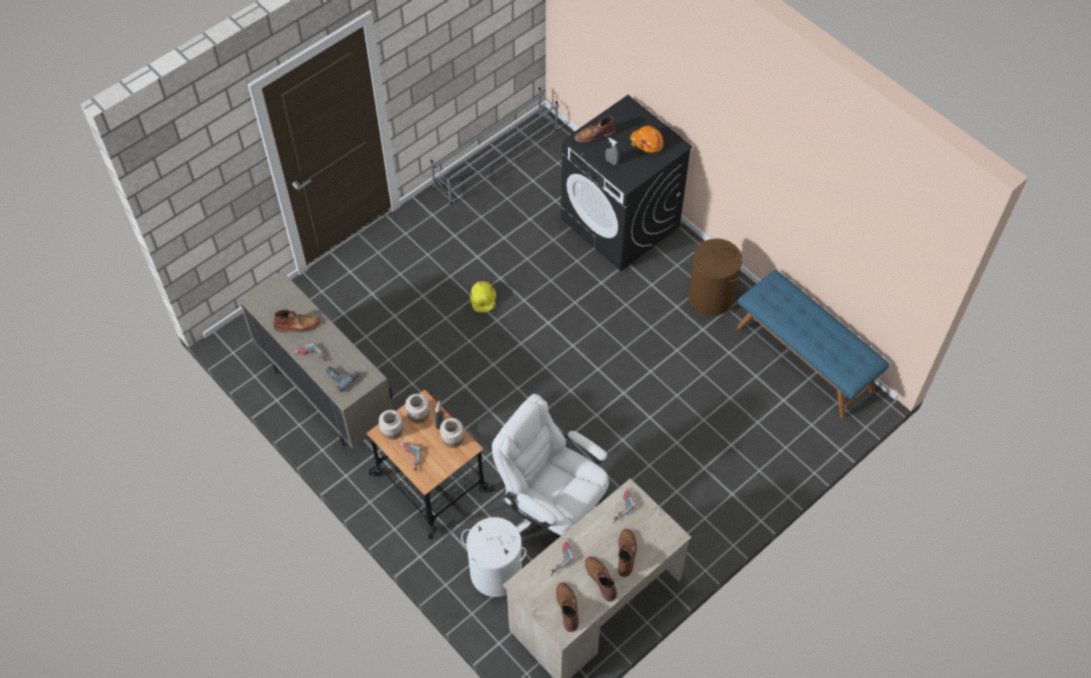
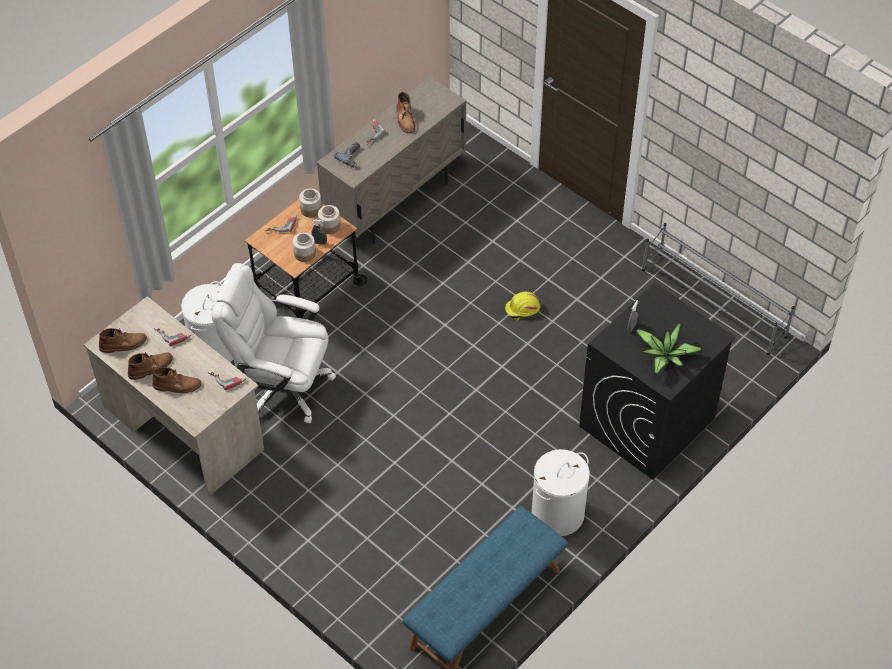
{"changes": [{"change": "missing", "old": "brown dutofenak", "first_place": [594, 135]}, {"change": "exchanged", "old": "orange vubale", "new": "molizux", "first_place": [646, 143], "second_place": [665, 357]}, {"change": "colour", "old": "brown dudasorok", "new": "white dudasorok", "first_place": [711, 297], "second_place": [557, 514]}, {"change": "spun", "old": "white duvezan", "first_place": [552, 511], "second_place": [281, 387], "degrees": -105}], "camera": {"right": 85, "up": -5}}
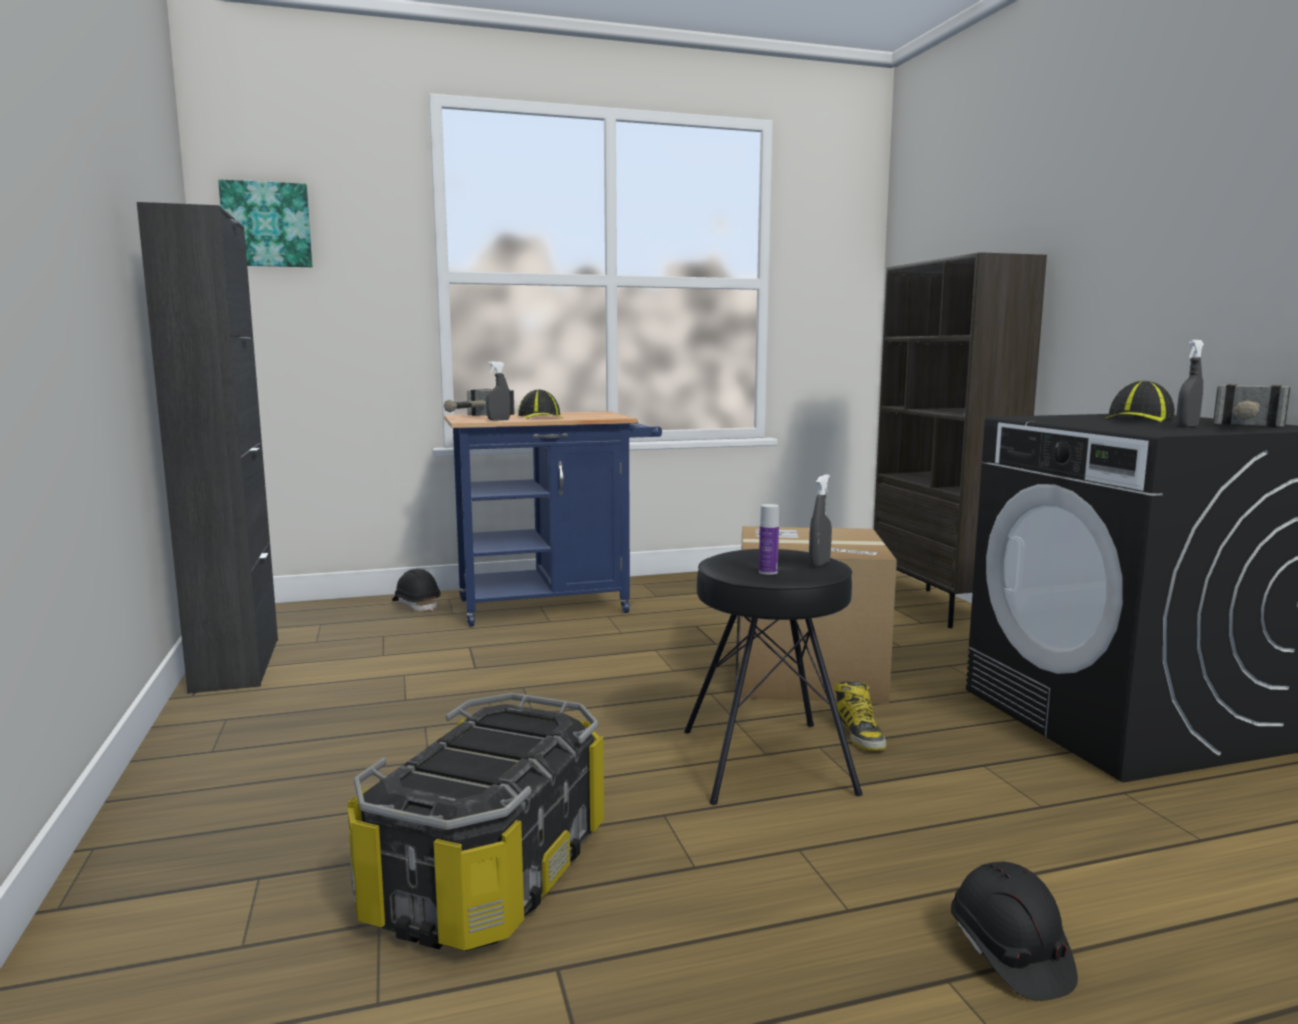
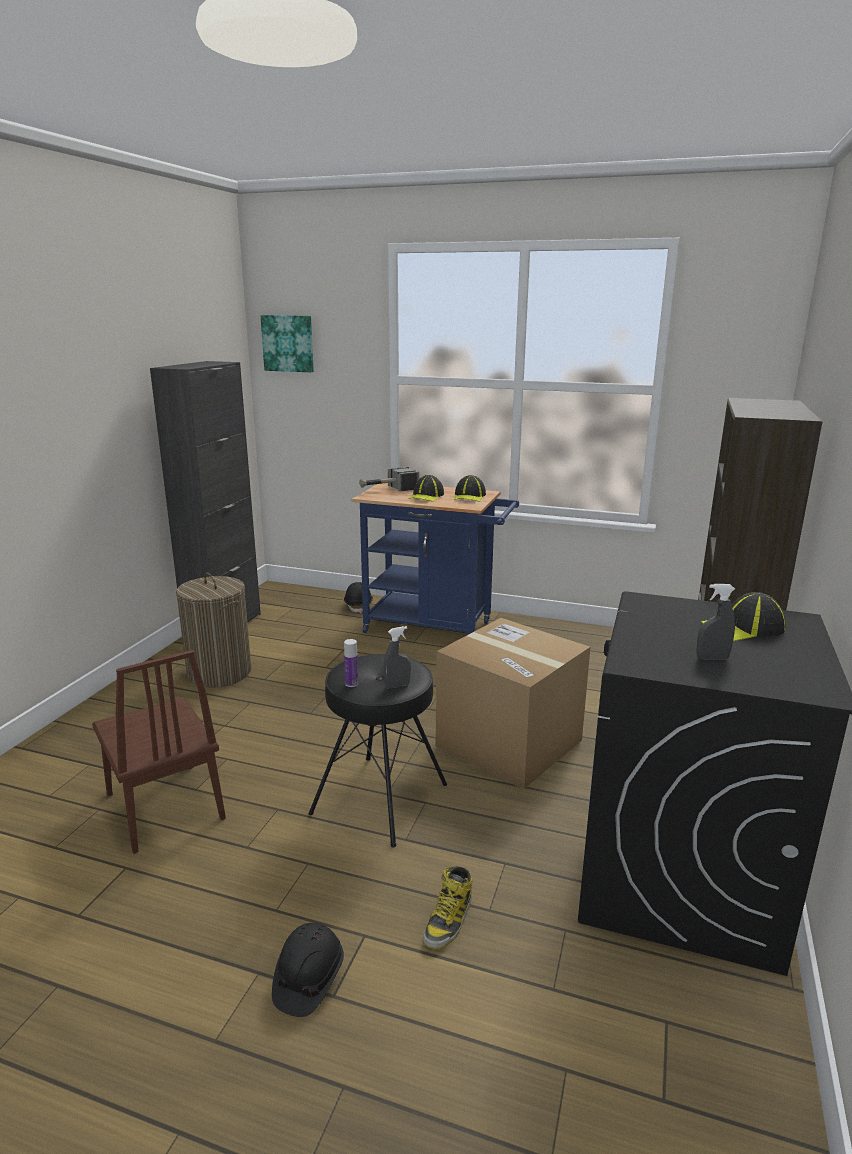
{"changes": [{"change": "missing", "old": "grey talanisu", "first_place": [498, 420]}, {"change": "missing", "old": "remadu", "first_place": [1247, 427]}, {"change": "relocated", "old": "dutofenak", "first_place": [859, 734], "second_place": [448, 920]}, {"change": "exchanged", "old": "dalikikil", "new": "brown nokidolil", "first_place": [490, 874], "second_place": [164, 805]}, {"change": "appeared", "new": "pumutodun", "second_place": [469, 496]}, {"change": "appeared", "new": "dudasorok", "second_place": [219, 672]}], "camera": {"right": 35, "up": 10}}
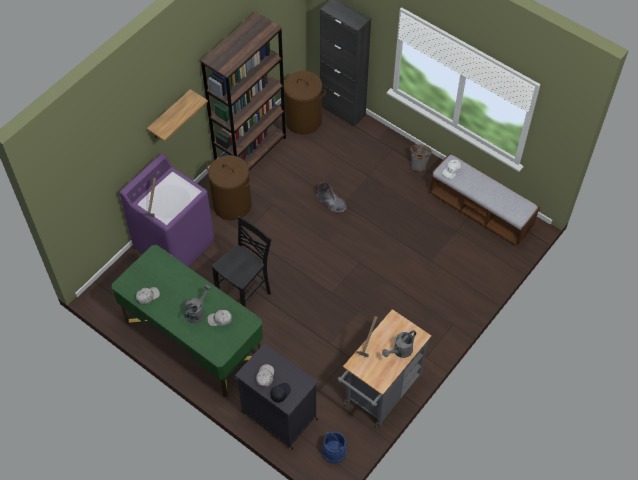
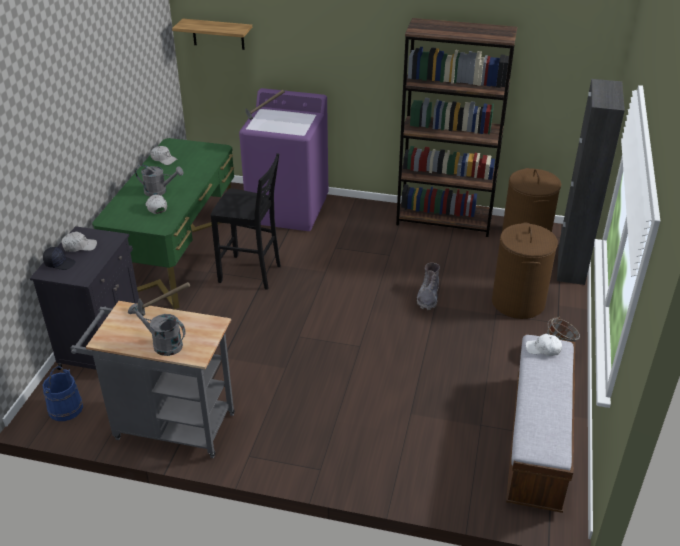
{"changes": [{"change": "relocated", "old": "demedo", "first_place": [170, 115], "second_place": [218, 34]}, {"change": "relocated", "old": "brown dudasorok", "first_place": [232, 204], "second_place": [518, 302]}], "camera": {"right": 65, "up": -20}}
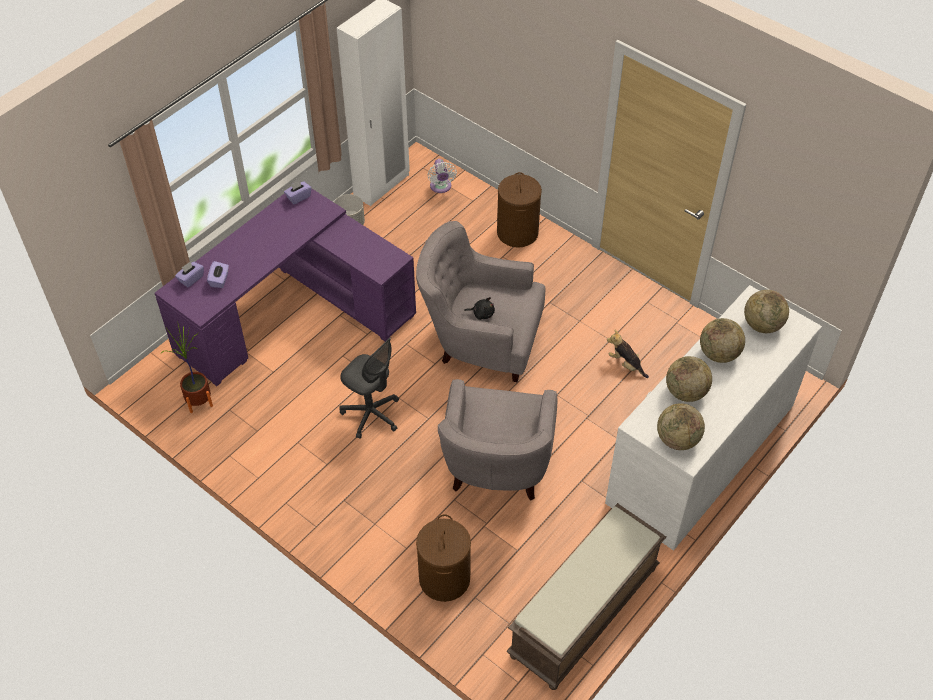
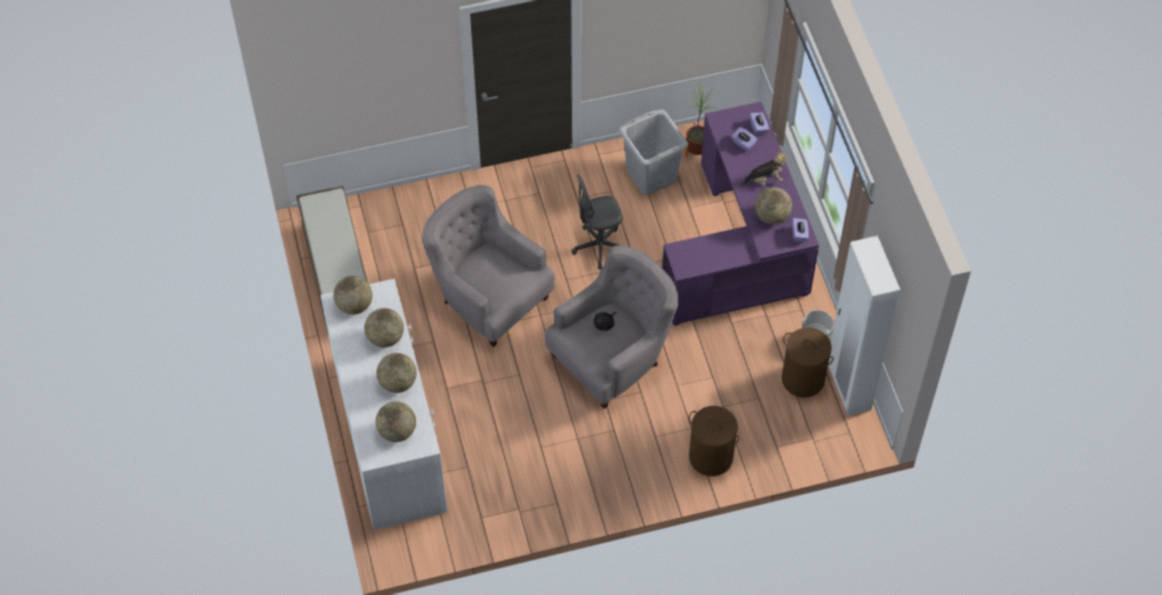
{"changes": [{"change": "missing", "old": "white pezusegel", "first_place": [441, 187]}, {"change": "relocated", "old": "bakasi", "first_place": [626, 364], "second_place": [765, 180]}, {"change": "relocated", "old": "brown dudasorok", "first_place": [444, 579], "second_place": [802, 379]}, {"change": "appeared", "new": "grey dudasorok", "second_place": [651, 175]}, {"change": "appeared", "new": "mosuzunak", "second_place": [771, 216]}], "camera": {"right": 125, "up": 5}}
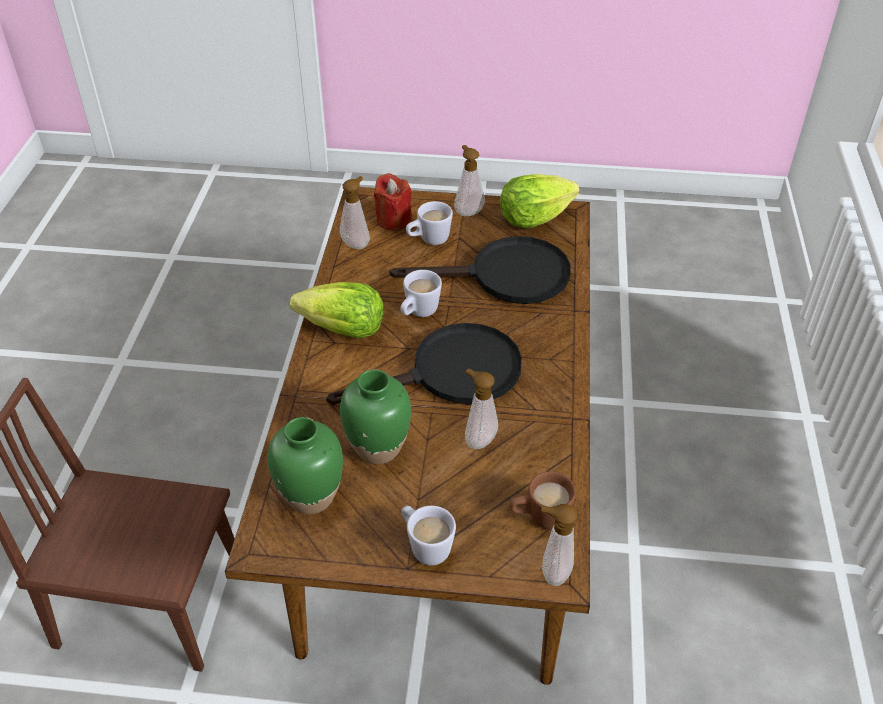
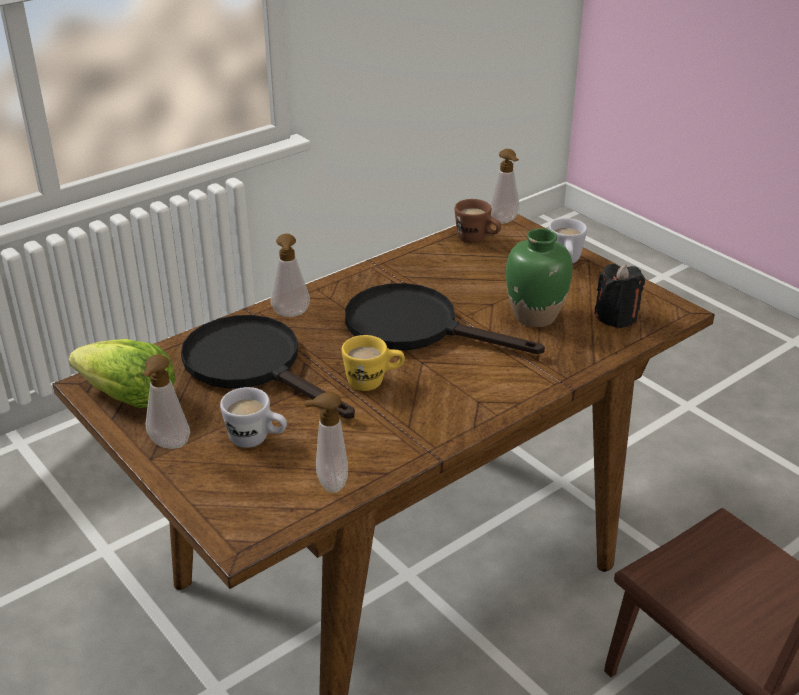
{"changes": [{"change": "missing", "old": "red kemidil", "first_place": [393, 220]}, {"change": "colour", "old": "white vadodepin", "new": "yellow vadodepin", "first_place": [418, 313], "second_place": [373, 382]}, {"change": "missing", "old": "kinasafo", "first_place": [343, 330]}, {"change": "relocated", "old": "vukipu", "first_place": [478, 439], "second_place": [291, 315]}, {"change": "exchanged", "old": "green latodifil", "new": "black kemidil", "first_place": [310, 497], "second_place": [616, 317]}], "camera": {"right": -135, "up": -10}}
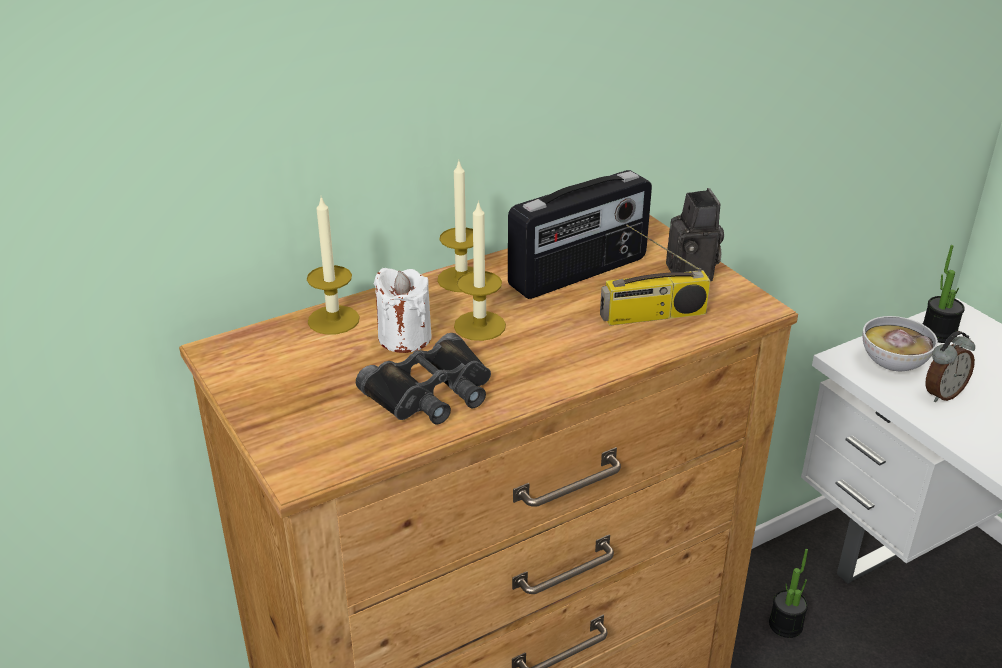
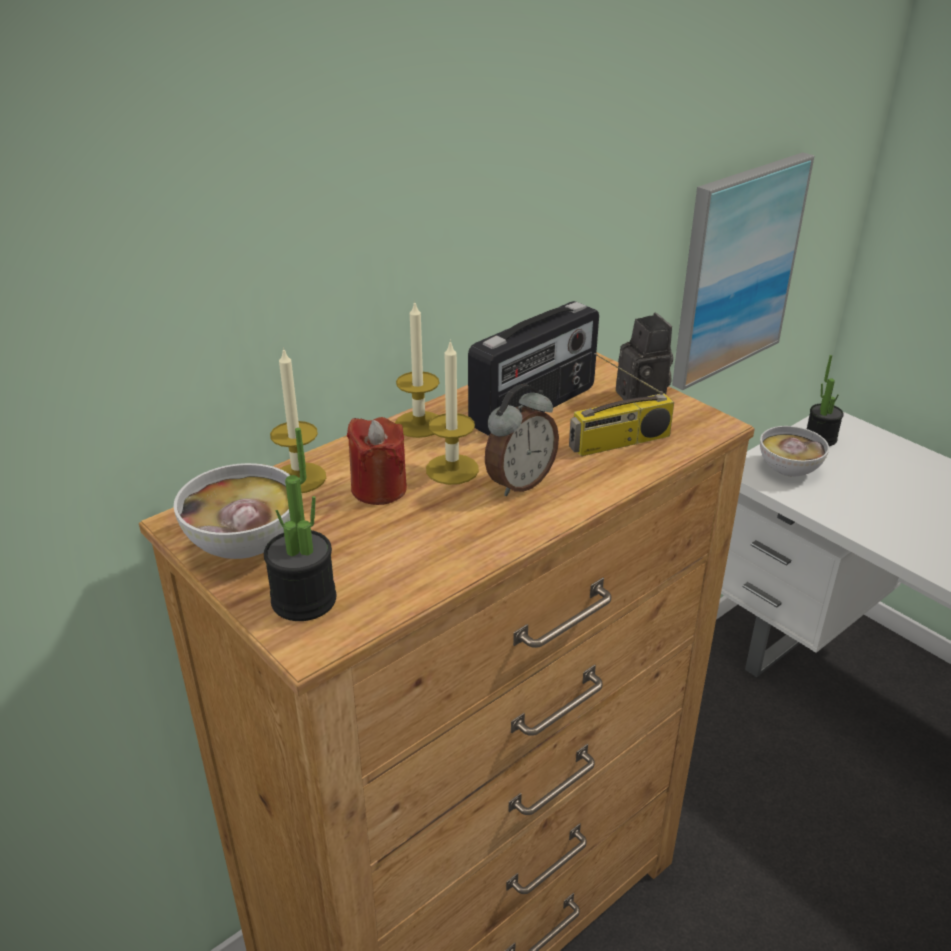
{"changes": [{"change": "colour", "old": "white kemidil", "new": "red kemidil", "first_place": [404, 337], "second_place": [379, 489]}, {"change": "relocated", "old": "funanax", "first_place": [942, 394], "second_place": [519, 482]}, {"change": "missing", "old": "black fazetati", "first_place": [432, 392]}, {"change": "relocated", "old": "molizux", "first_place": [785, 625], "second_place": [304, 600]}, {"change": "appeared", "new": "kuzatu", "second_place": [736, 270]}, {"change": "appeared", "new": "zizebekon", "second_place": [244, 545]}], "camera": {"right": -10, "up": 0}}
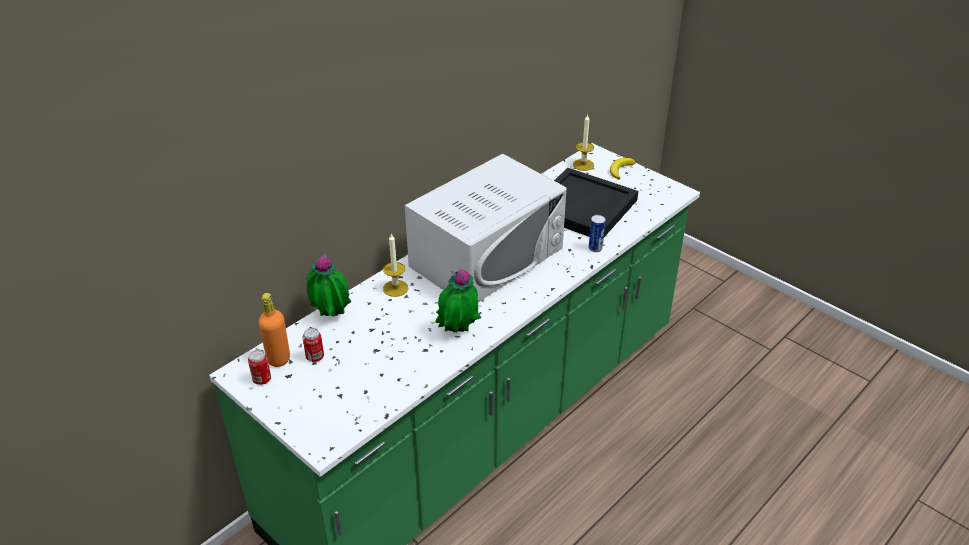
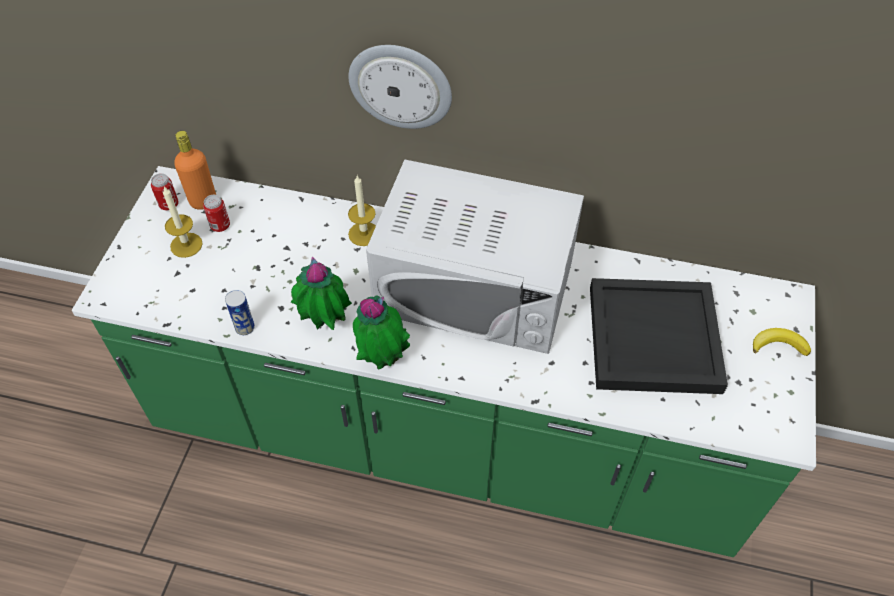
{"changes": [{"change": "relocated", "old": "kemidil", "first_place": [583, 165], "second_place": [186, 245]}, {"change": "relocated", "old": "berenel", "first_place": [595, 248], "second_place": [245, 328]}, {"change": "relocated", "old": "molizux", "first_place": [331, 316], "second_place": [382, 358]}, {"change": "appeared", "new": "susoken", "second_place": [401, 85]}], "camera": {"right": 60, "up": 15}}
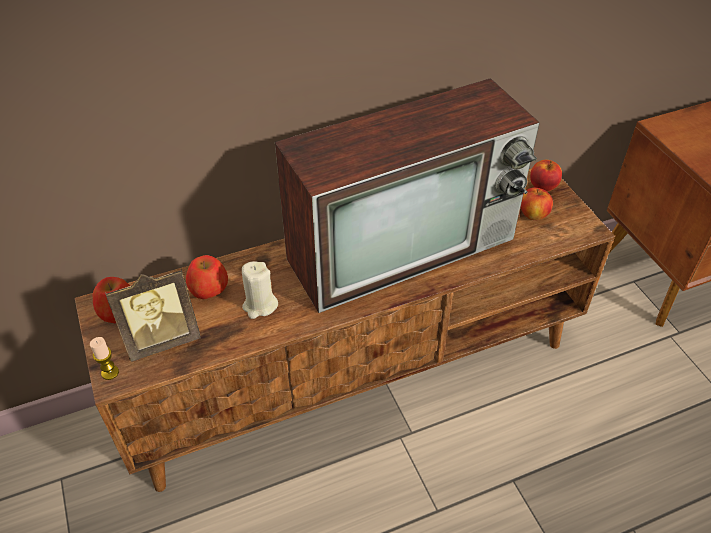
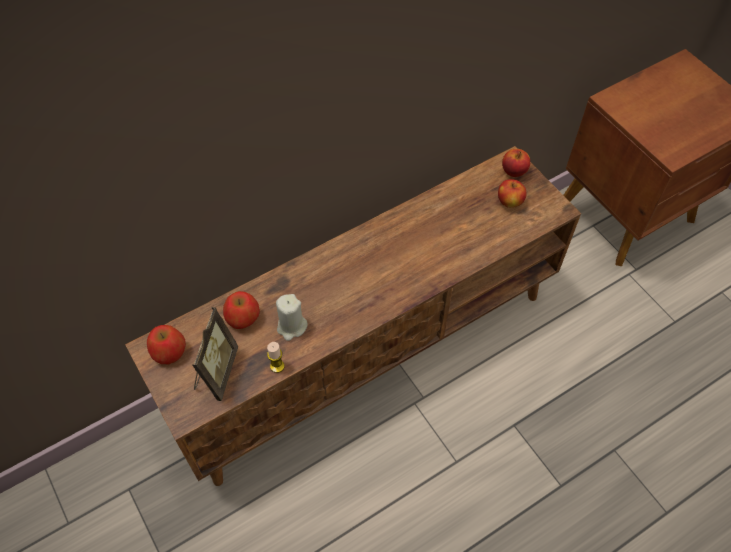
{"changes": [{"change": "missing", "old": "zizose", "first_place": [404, 246]}, {"change": "spun", "old": "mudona", "first_place": [162, 339], "second_place": [216, 372], "degrees": -45}, {"change": "relocated", "old": "kemidil", "first_place": [110, 372], "second_place": [277, 366]}], "camera": {"right": -10, "up": 10}}
